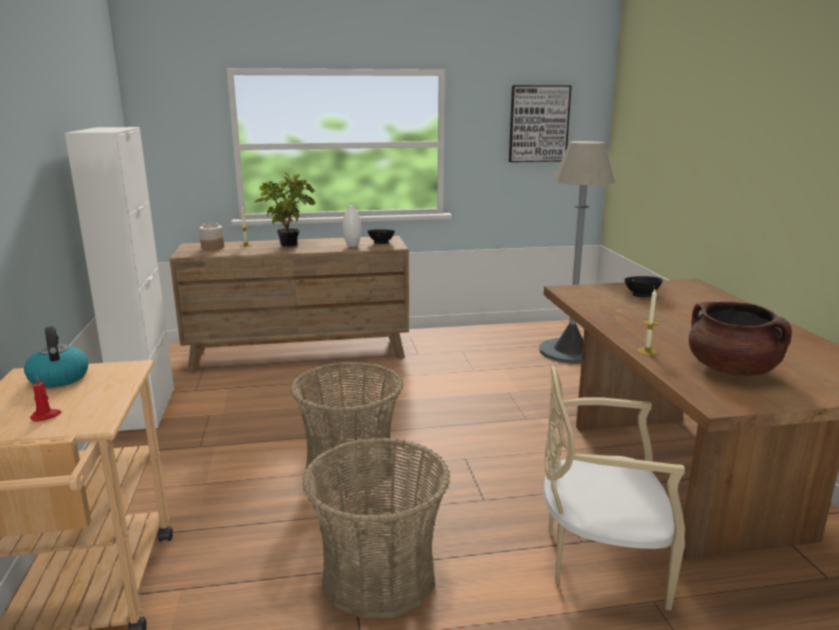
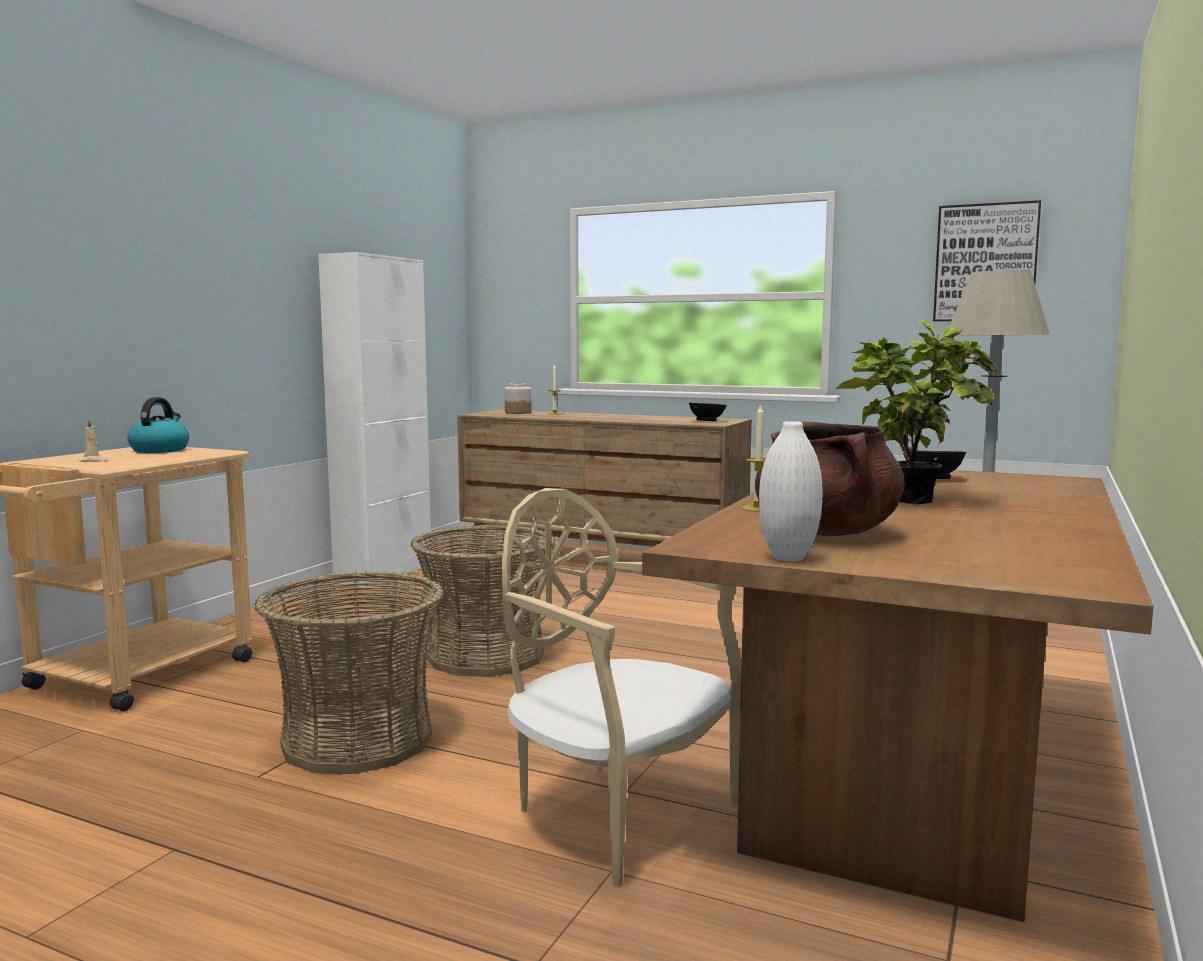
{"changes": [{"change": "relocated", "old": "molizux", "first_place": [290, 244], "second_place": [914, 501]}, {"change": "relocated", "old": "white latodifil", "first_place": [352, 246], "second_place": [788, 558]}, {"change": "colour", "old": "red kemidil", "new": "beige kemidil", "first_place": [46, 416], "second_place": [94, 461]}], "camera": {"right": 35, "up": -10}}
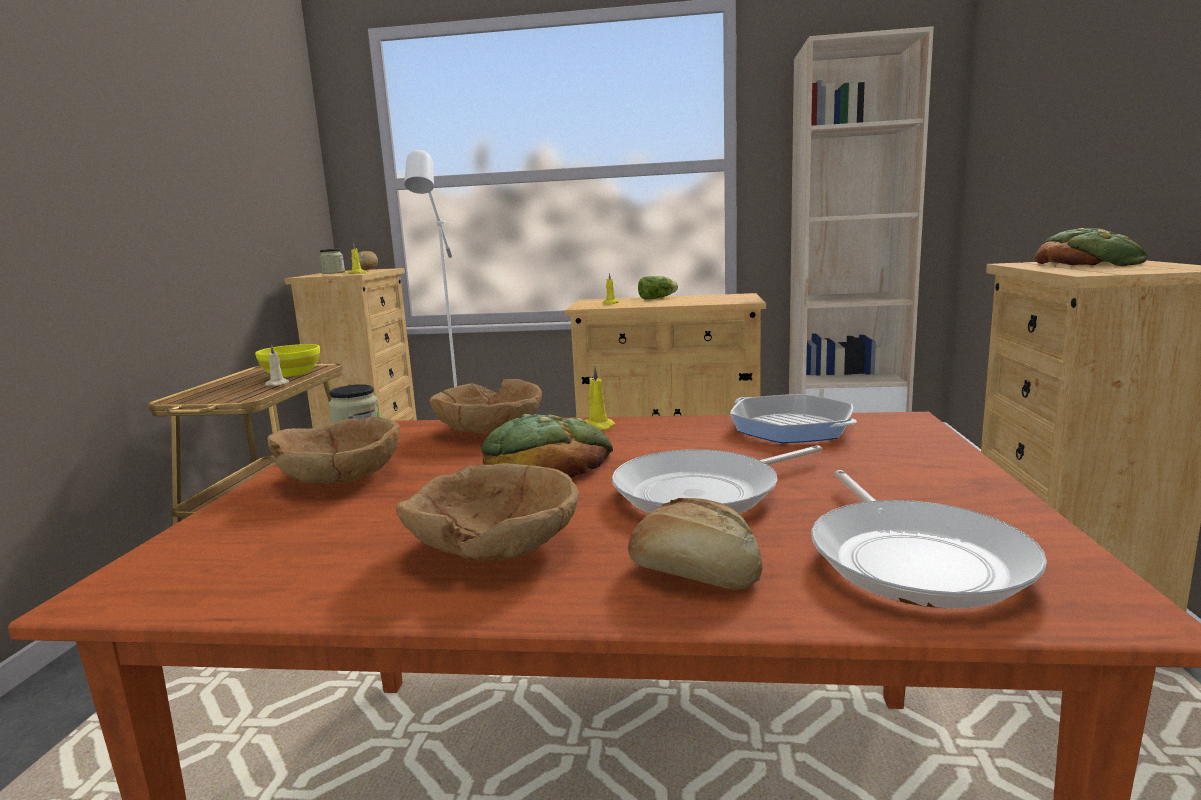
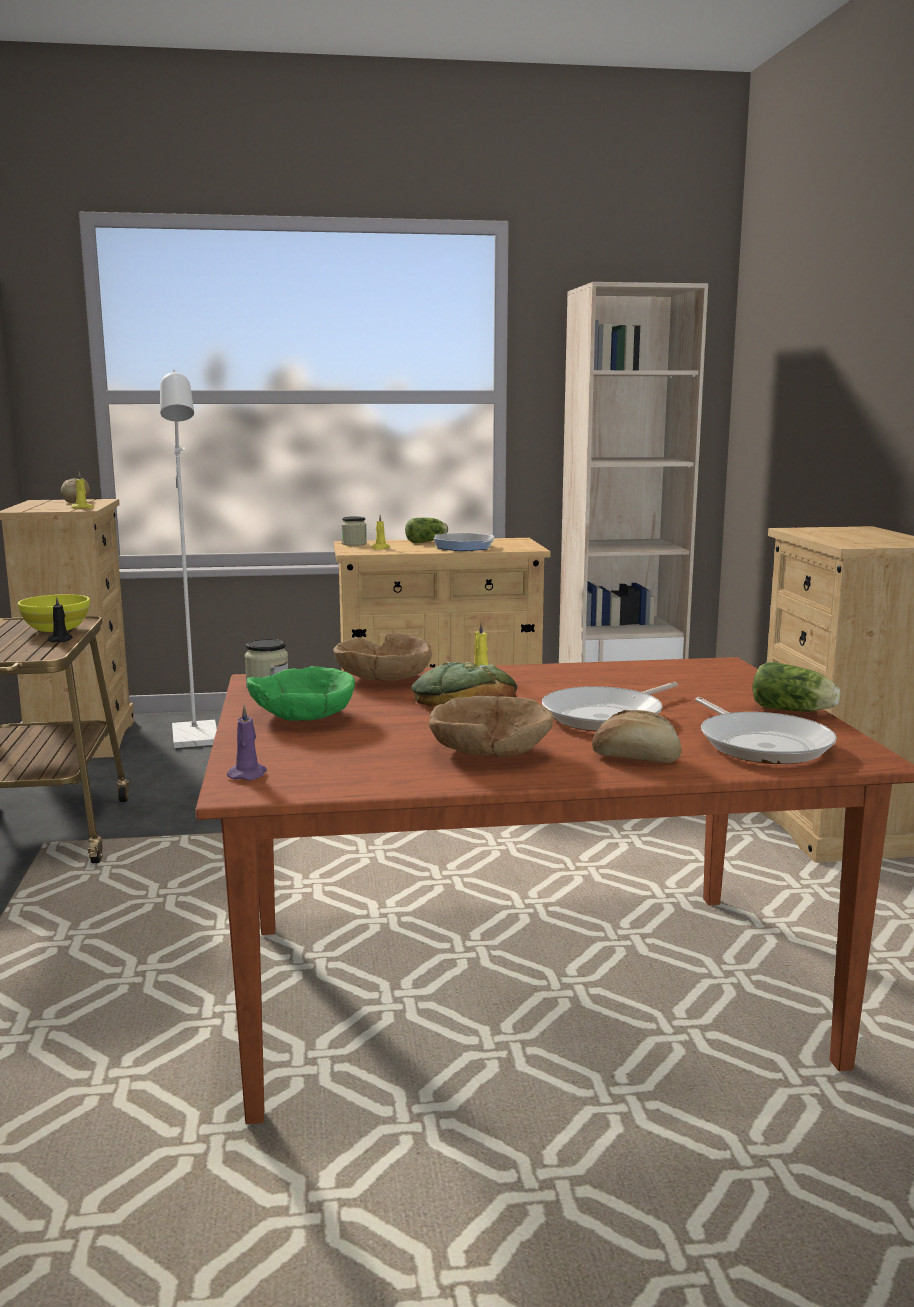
{"changes": [{"change": "missing", "old": "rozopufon", "first_place": [1089, 263]}, {"change": "relocated", "old": "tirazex", "first_place": [333, 273], "second_place": [354, 544]}, {"change": "colour", "old": "beige kemidil", "new": "black kemidil", "first_place": [278, 384], "second_place": [61, 640]}, {"change": "relocated", "old": "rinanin", "first_place": [791, 428], "second_place": [464, 547]}, {"change": "colour", "old": "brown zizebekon", "new": "green zizebekon", "first_place": [342, 476], "second_place": [303, 716]}, {"change": "appeared", "new": "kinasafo", "second_place": [794, 711]}, {"change": "appeared", "new": "purple kemidil", "second_place": [248, 774]}], "camera": {"right": -15, "up": 0}}
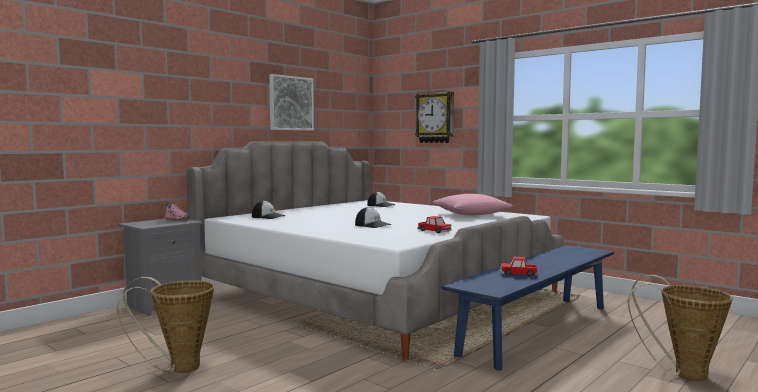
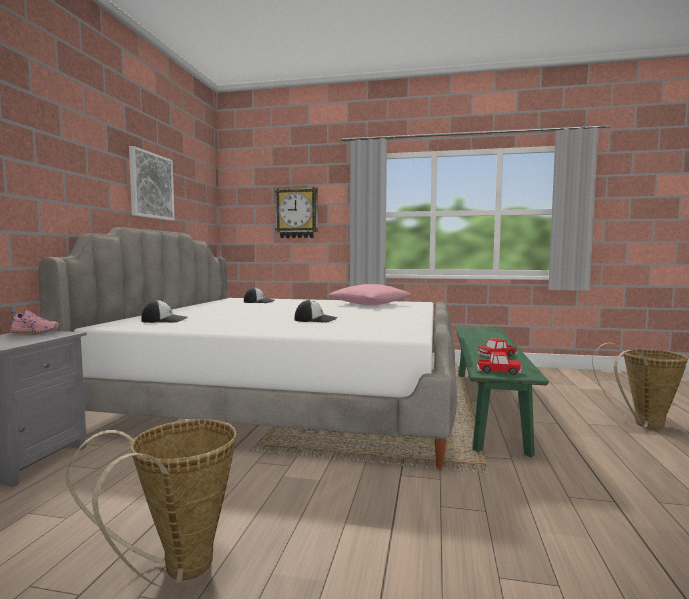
{"changes": [{"change": "relocated", "old": "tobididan", "first_place": [434, 231], "second_place": [498, 371]}, {"change": "colour", "old": "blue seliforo", "new": "green seliforo", "first_place": [537, 329], "second_place": [487, 406]}], "camera": {"right": -30, "up": 0}}
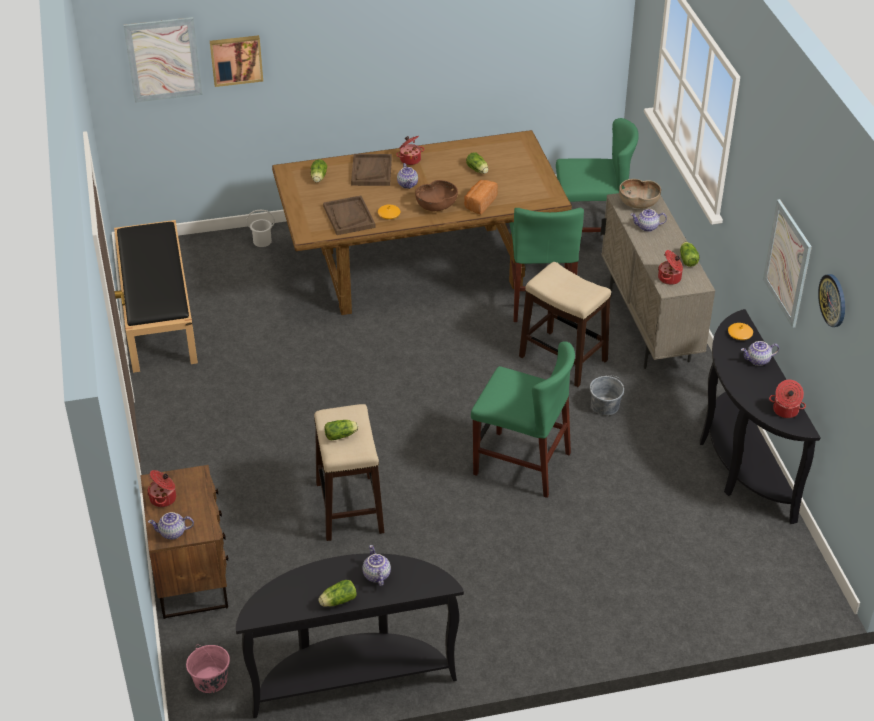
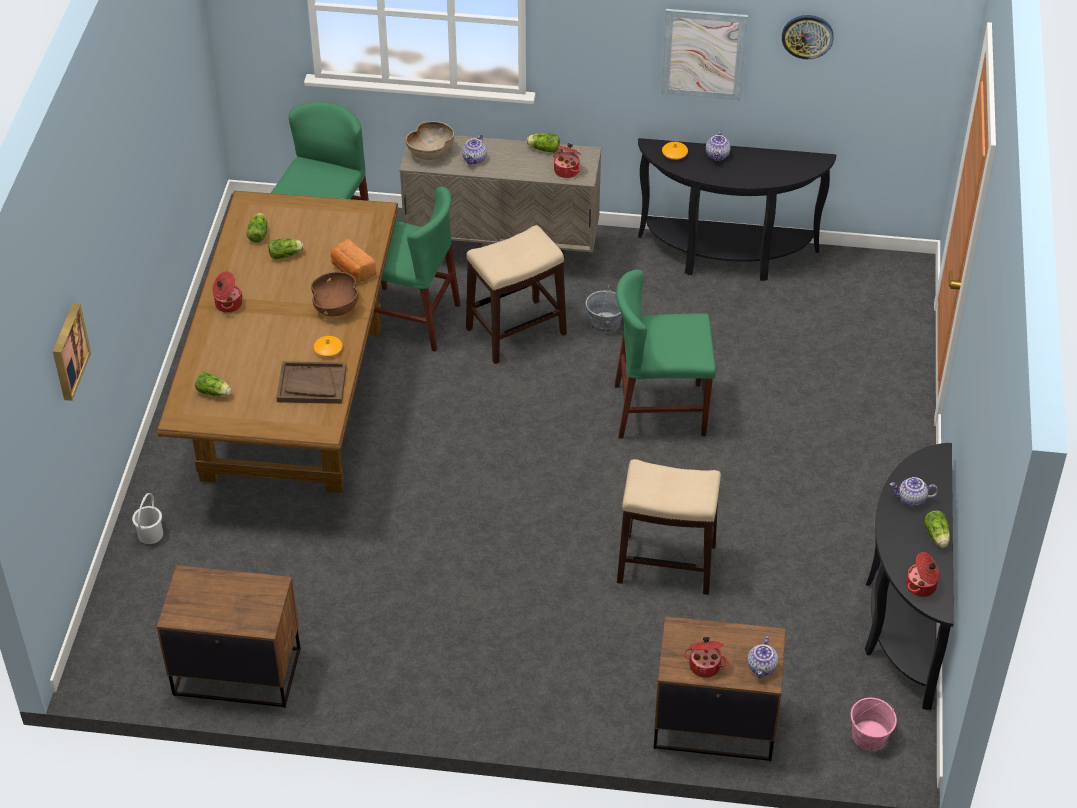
{"changes": [{"change": "missing", "old": "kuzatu", "first_place": [163, 59]}, {"change": "missing", "old": "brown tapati", "first_place": [371, 171]}, {"change": "missing", "old": "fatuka", "first_place": [408, 184]}, {"change": "exchanged", "old": "black seliforo", "new": "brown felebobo", "first_place": [157, 313], "second_place": [236, 671]}, {"change": "spun", "old": "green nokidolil", "first_place": [521, 463], "second_place": [660, 410], "degrees": -135}, {"change": "relocated", "old": "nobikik", "first_place": [785, 411], "second_place": [921, 586]}, {"change": "relocated", "old": "kinasafo", "first_place": [342, 435], "second_place": [258, 233]}], "camera": {"right": -70, "up": 5}}
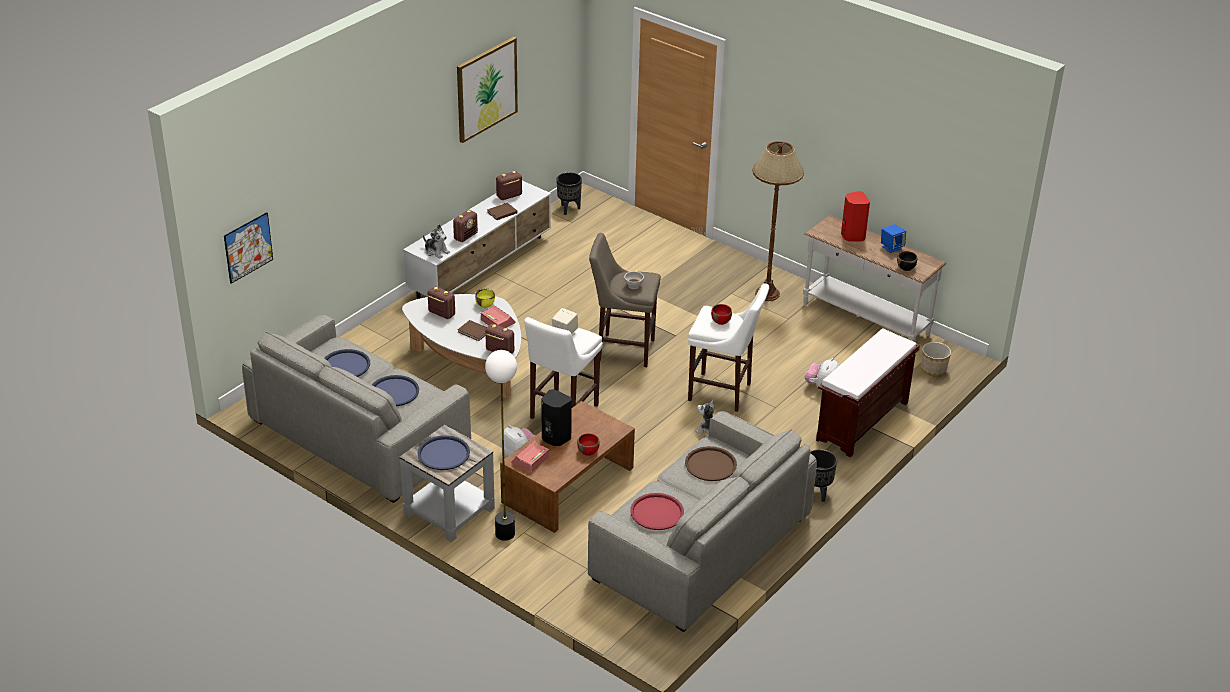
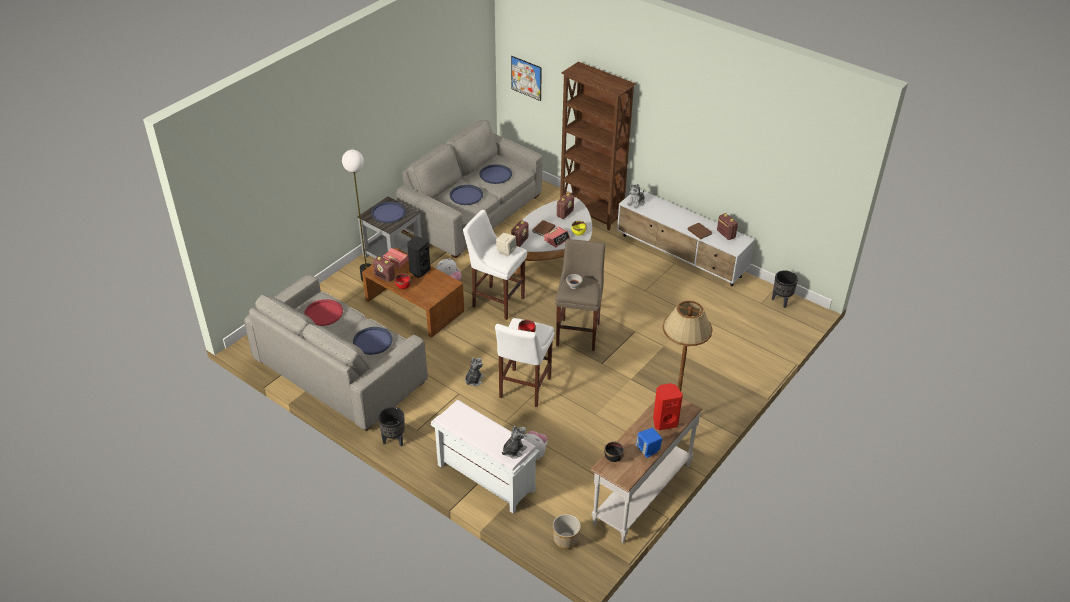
{"changes": [{"change": "missing", "old": "kuzatu", "first_place": [486, 89]}, {"change": "relocated", "old": "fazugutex", "first_place": [465, 236], "second_place": [385, 277]}, {"change": "colour", "old": "brown seliforo", "new": "white seliforo", "first_place": [862, 422], "second_place": [485, 477]}, {"change": "colour", "old": "brown tapati", "new": "blue tapati", "first_place": [710, 465], "second_place": [372, 341]}, {"change": "appeared", "new": "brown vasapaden", "second_place": [591, 213]}, {"change": "appeared", "new": "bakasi", "second_place": [513, 450]}], "camera": {"right": 90, "up": 5}}
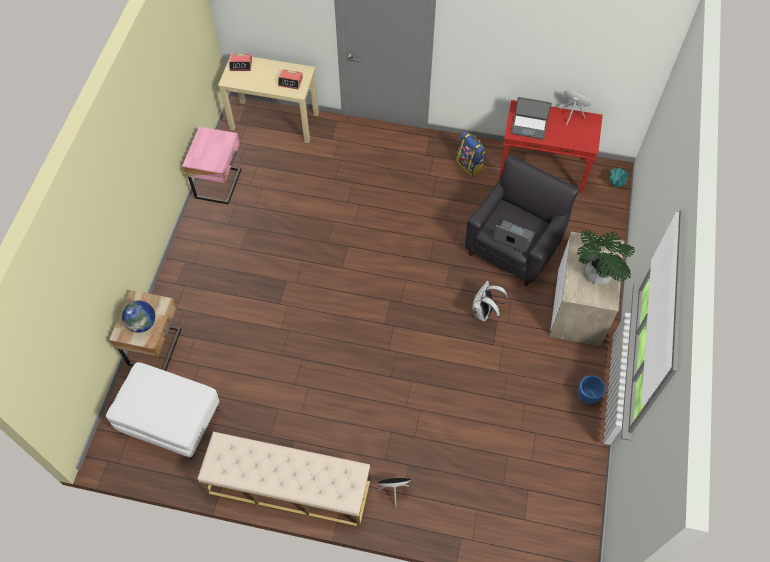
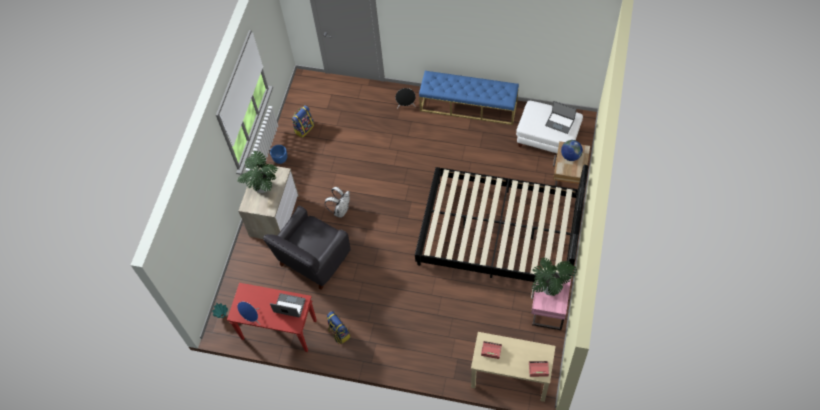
{"changes": [{"change": "relocated", "old": "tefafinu", "first_place": [513, 238], "second_place": [560, 122]}, {"change": "colour", "old": "beige seliforo", "new": "blue seliforo", "first_place": [288, 486], "second_place": [468, 106]}, {"change": "appeared", "new": "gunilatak", "second_place": [304, 128]}, {"change": "appeared", "new": "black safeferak", "second_place": [499, 235]}, {"change": "appeared", "new": "molizux", "second_place": [550, 287]}], "camera": {"right": -175, "up": 0}}
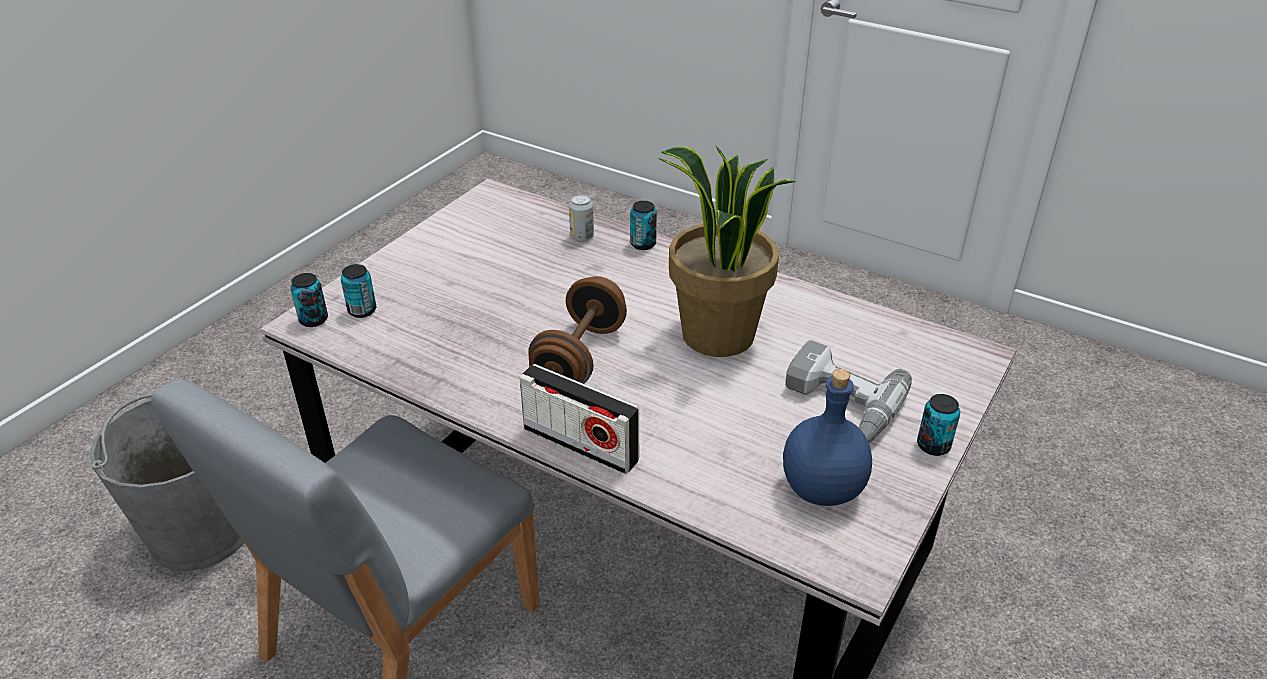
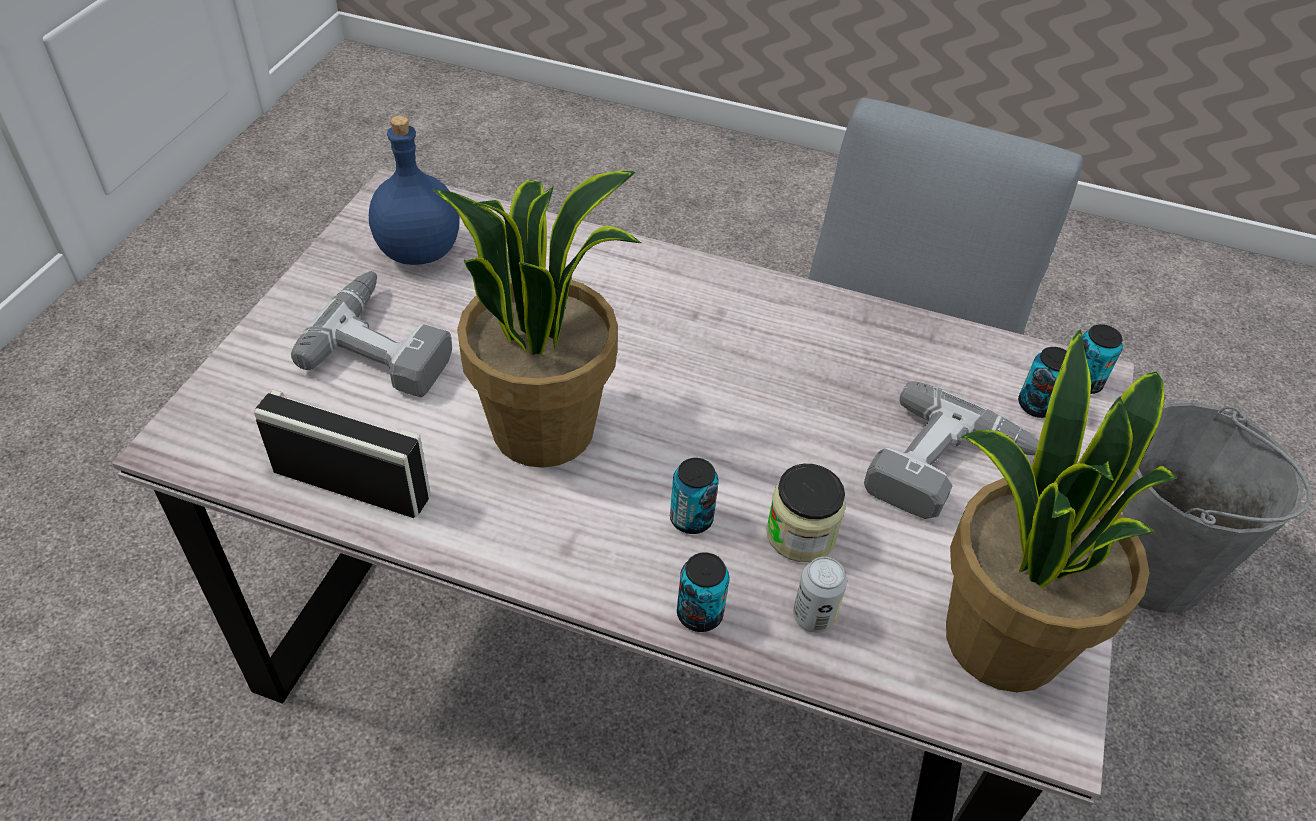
{"changes": [{"change": "missing", "old": "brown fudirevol", "first_place": [580, 357]}, {"change": "relocated", "old": "fazugutex", "first_place": [580, 444], "second_place": [352, 483]}, {"change": "relocated", "old": "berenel", "first_place": [933, 446], "second_place": [691, 519]}, {"change": "appeared", "new": "molizux", "second_place": [1000, 638]}, {"change": "appeared", "new": "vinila", "second_place": [948, 470]}, {"change": "appeared", "new": "tirazex", "second_place": [801, 534]}], "camera": {"right": 165, "up": 10}}
